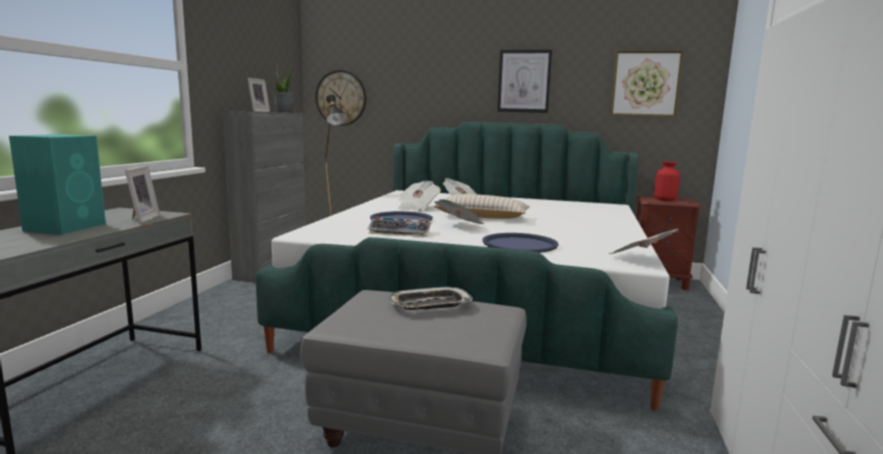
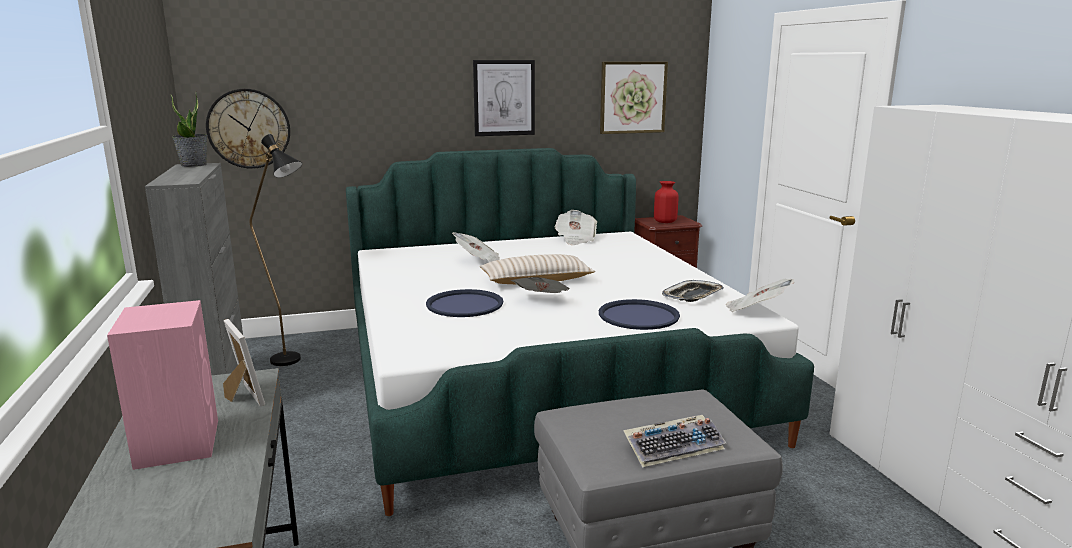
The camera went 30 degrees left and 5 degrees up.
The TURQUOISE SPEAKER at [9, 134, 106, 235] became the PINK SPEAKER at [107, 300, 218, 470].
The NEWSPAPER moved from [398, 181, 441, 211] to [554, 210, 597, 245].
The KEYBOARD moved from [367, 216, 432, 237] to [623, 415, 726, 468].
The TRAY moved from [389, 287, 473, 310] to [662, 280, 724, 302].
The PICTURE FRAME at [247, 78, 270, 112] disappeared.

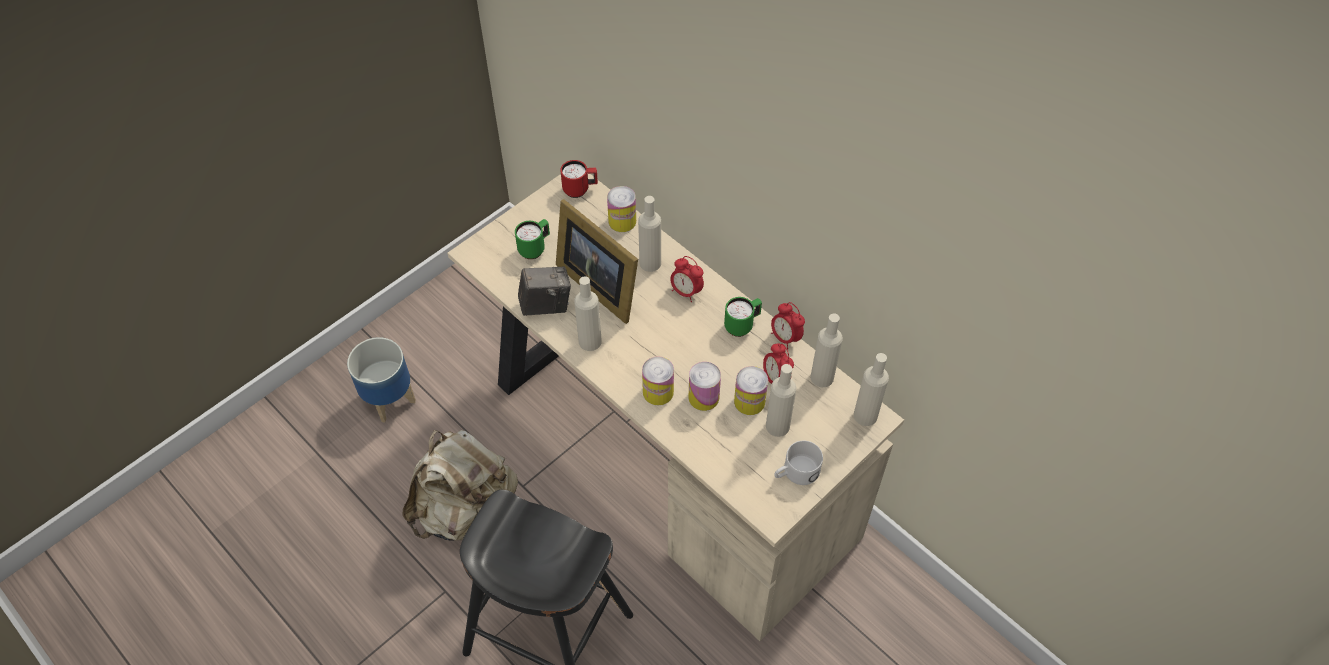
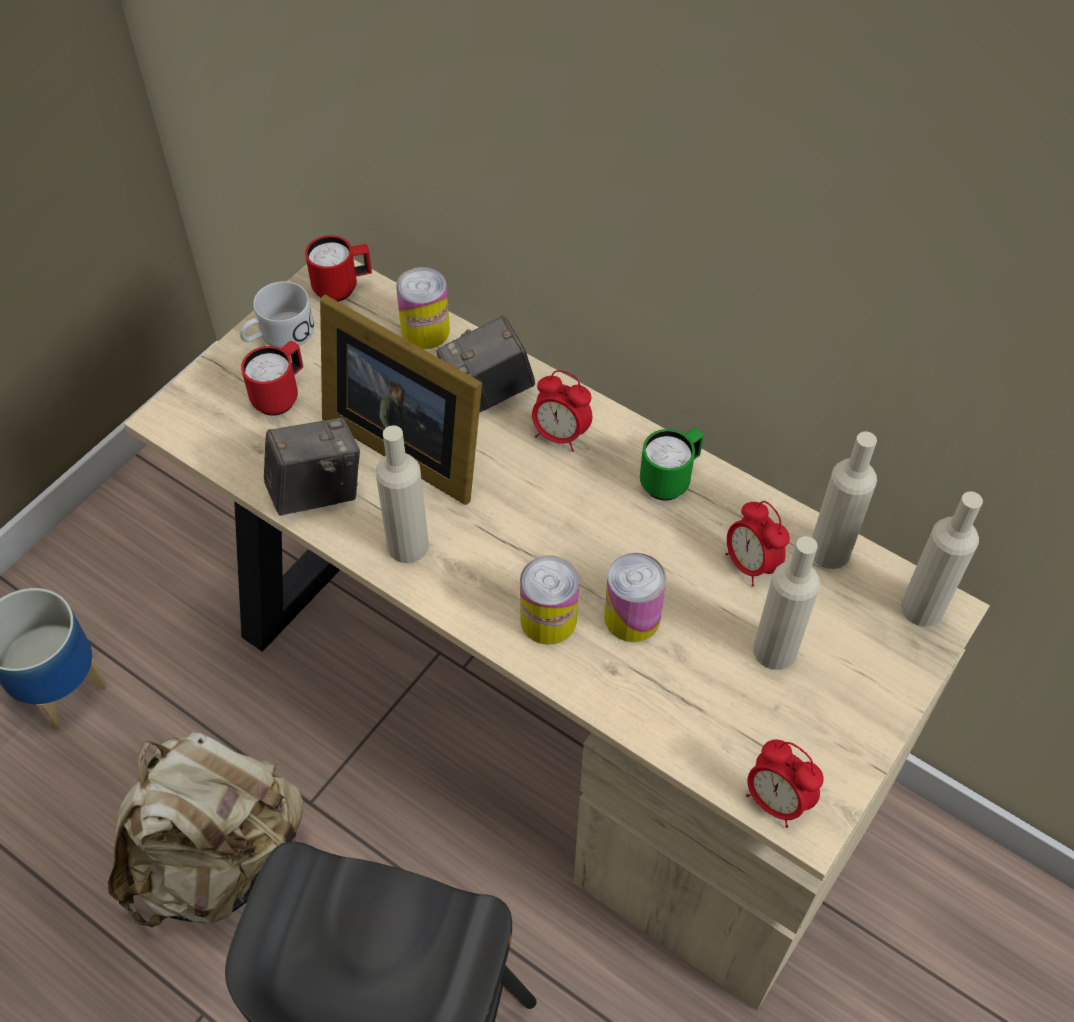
The camera went 10 degrees left and 0 degrees up.
The WHITE MUG moved from [774, 441, 823, 485] to [240, 281, 314, 348].
The GREEN MUG at [515, 219, 550, 259] became the RED MUG at [241, 341, 303, 416].
The BEIGE BOTTLE at [638, 196, 661, 272] was replaced by the PHOTO CAMERA at [436, 316, 535, 413].
The ALARM CLOCK moved from [771, 302, 805, 349] to [746, 740, 824, 828].
The CAN at [734, 366, 768, 415] disappeared.

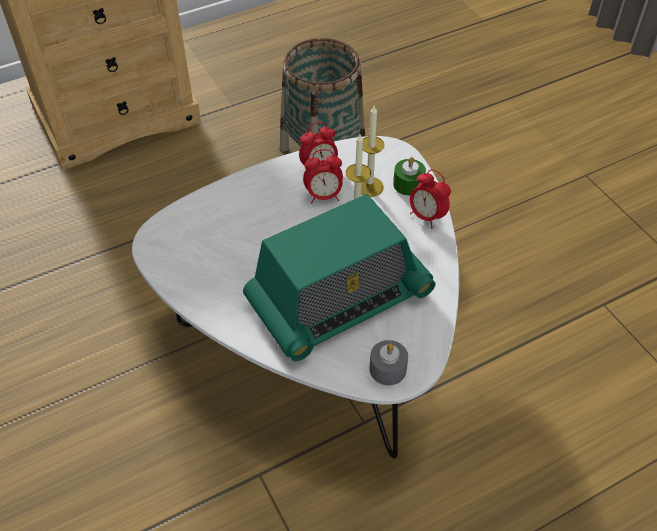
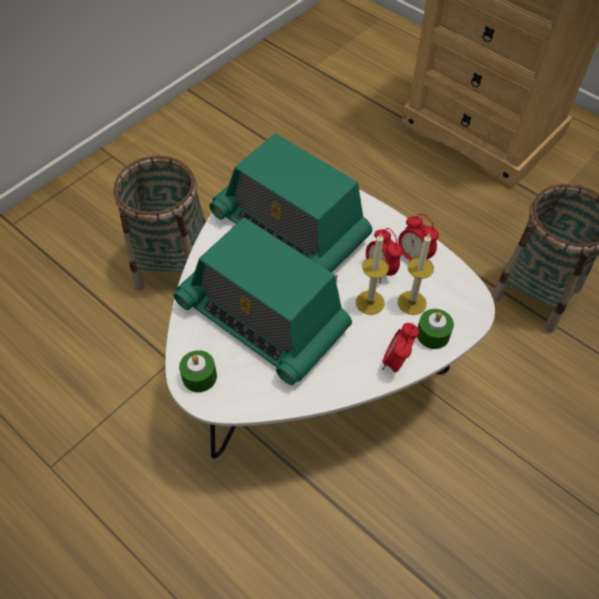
The camera went 70 degrees right and 5 degrees up.
The BASKET at [113, 156, 206, 291] appeared.
The GREY CANDLE at [369, 340, 408, 385] became the GREEN CANDLE at [179, 350, 217, 392].
The RADIO at [209, 133, 372, 273] appeared.

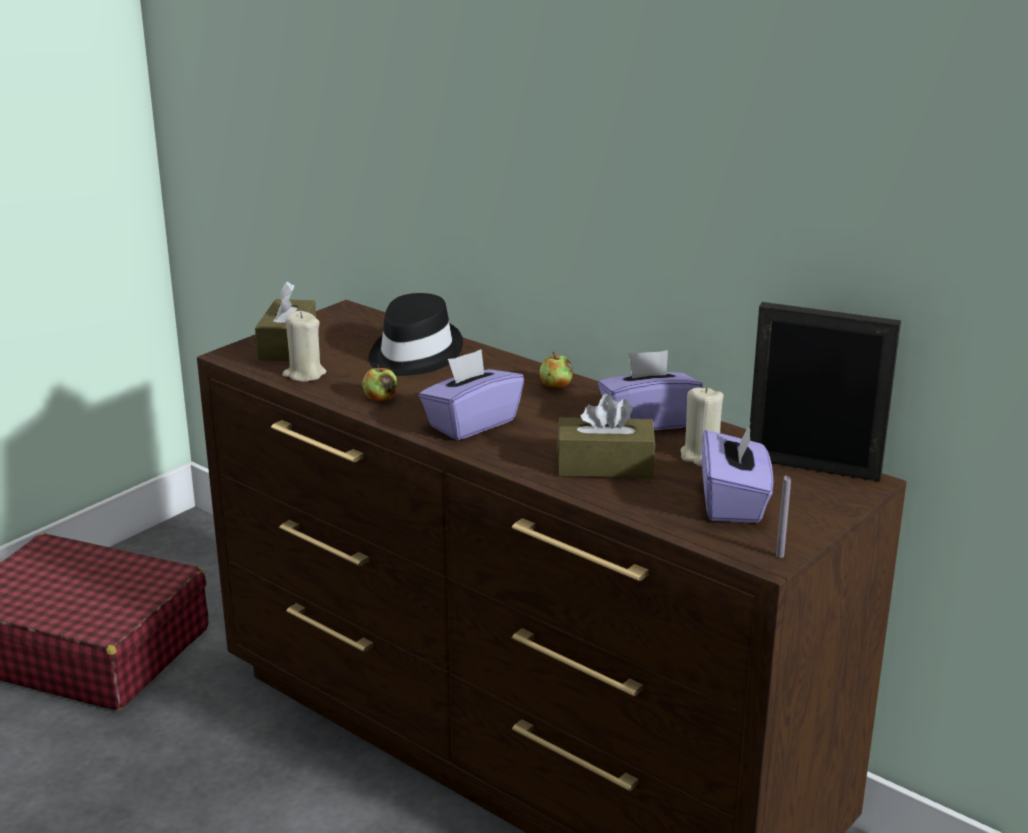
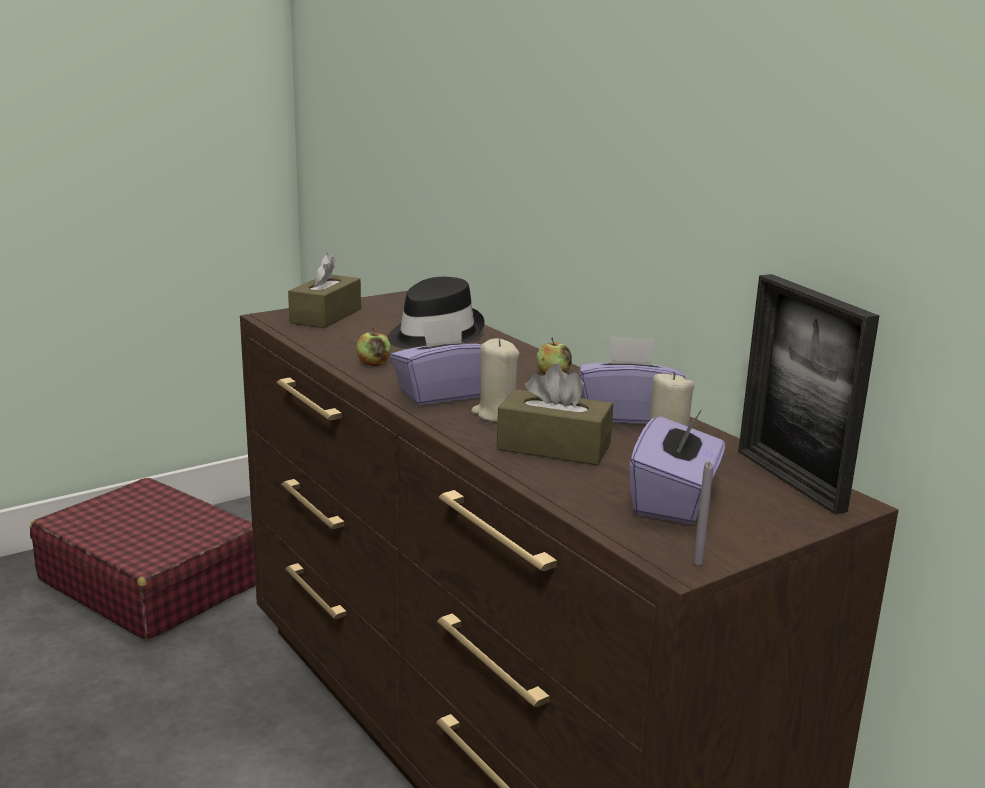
The camera went 15 degrees right and 5 degrees down.
The BEIGE CANDLE moved from [282, 311, 326, 382] to [471, 338, 520, 422].
The PICTURE FRAME at [750, 302, 901, 482] turned 150 degrees counterclockwise.

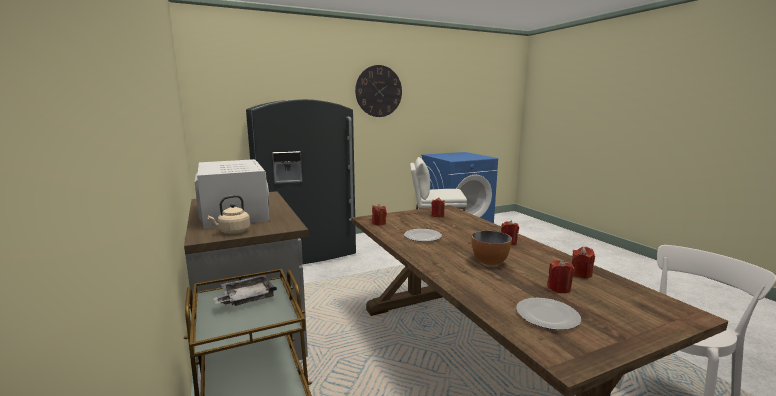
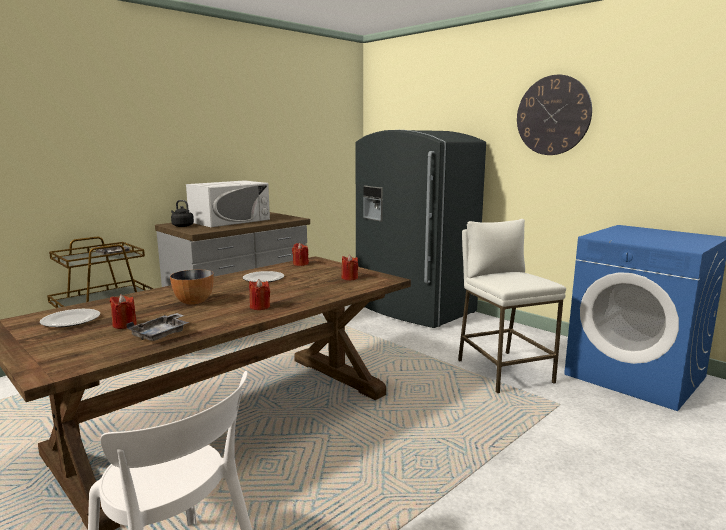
The camera went 70 degrees right and 0 degrees up.
The RED CANDLE at [572, 247, 595, 279] was replaced by the GREY TRAY at [127, 313, 189, 341].
The BEIGE KETTLE at [207, 195, 250, 234] became the BLACK KETTLE at [171, 200, 194, 227].

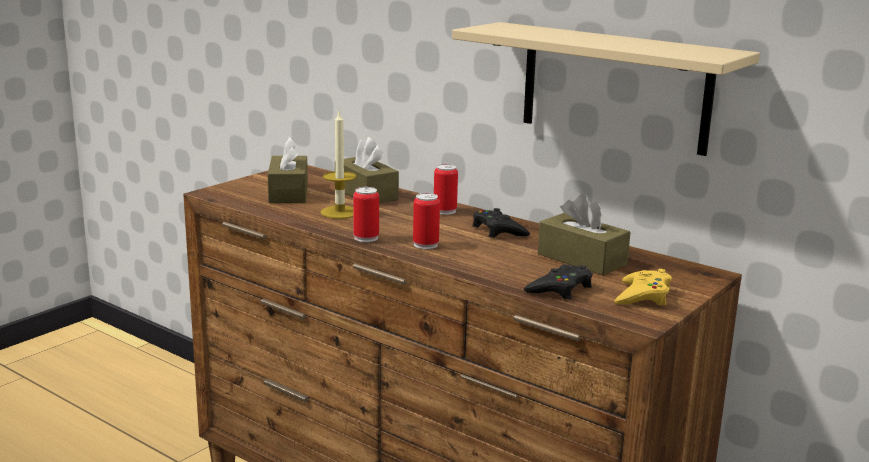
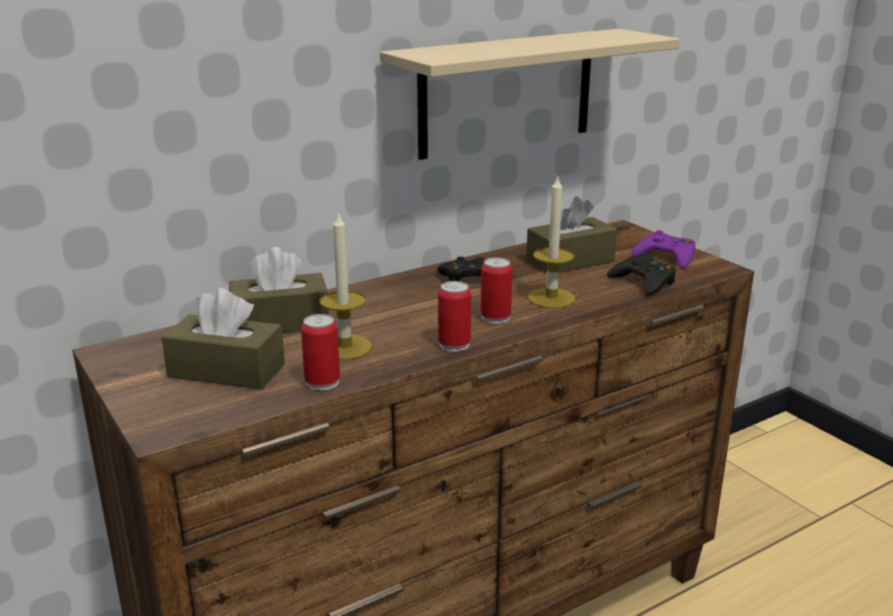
The camera went 70 degrees left and 5 degrees up.
The CAN moved from [434, 164, 458, 215] to [301, 314, 340, 391].
The CANDLE at [528, 174, 575, 308] appeared.
The YELLOW GAME CONTROLLER at [614, 269, 672, 306] became the PURPLE GAME CONTROLLER at [631, 230, 695, 269].

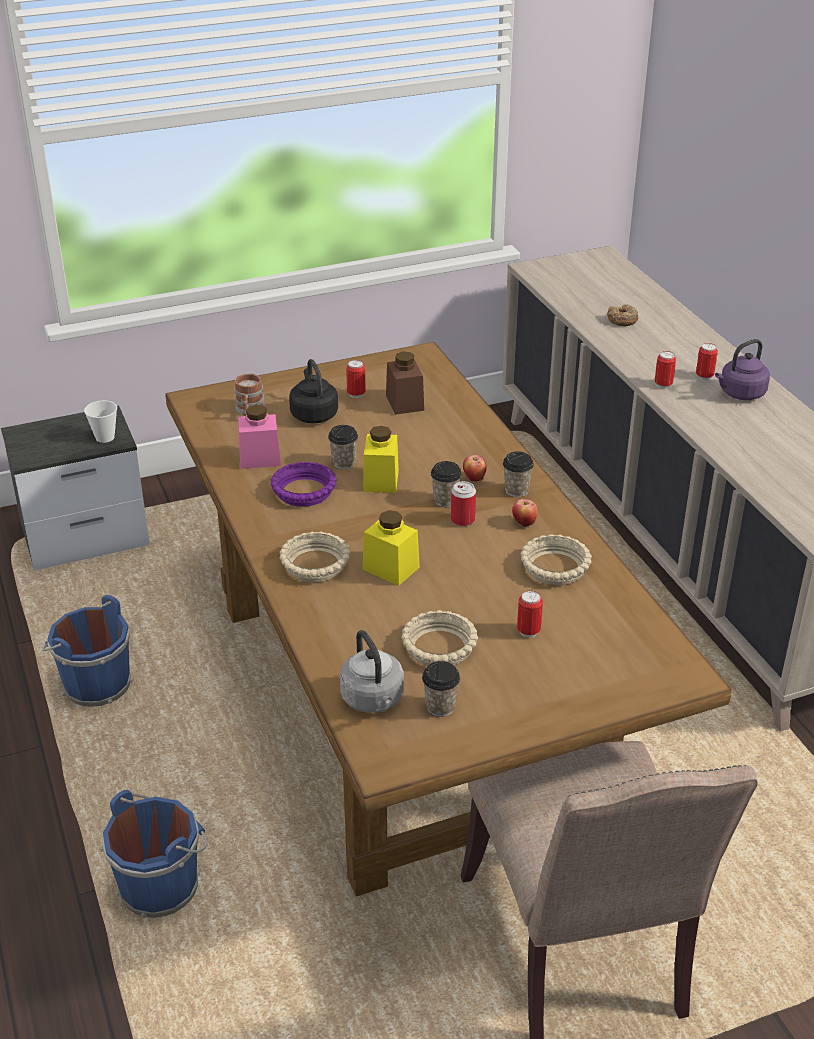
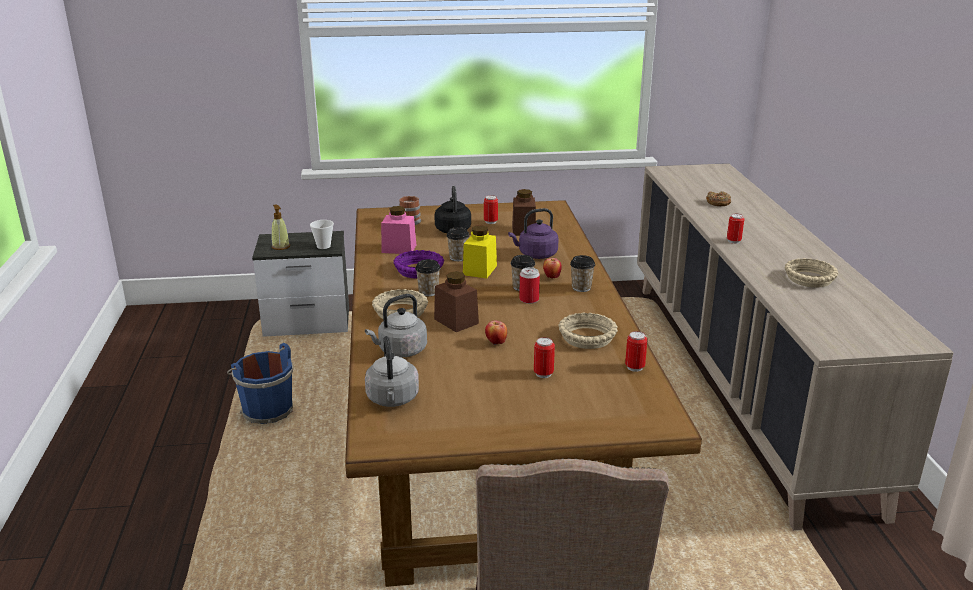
The camera went 15 degrees right and 10 degrees down.
The SOAP DISPENSER at [271, 204, 290, 250] appeared.
The GREY KETTLE at [365, 294, 427, 357] appeared.
The CUP moved from [422, 661, 460, 717] to [415, 259, 441, 296].
The YELLOW JAR at [362, 510, 420, 586] became the BROWN JAR at [434, 271, 479, 332].
The APPLE moved from [512, 499, 538, 527] to [485, 320, 507, 346].
The PURPLE KETTLE moved from [715, 339, 770, 400] to [508, 208, 559, 259].
The CAN moved from [696, 343, 718, 380] to [625, 331, 648, 372].
The BEIGE BOWL moved from [401, 610, 478, 666] to [785, 258, 839, 288].
The BLUE BUCKET at [100, 790, 208, 918] disappeared.

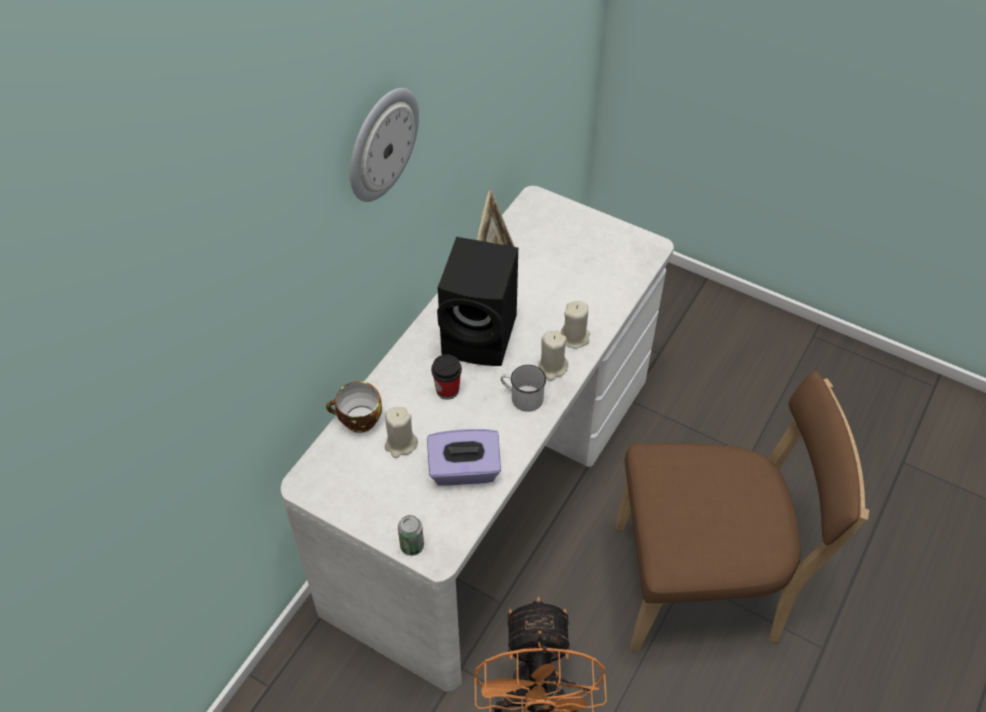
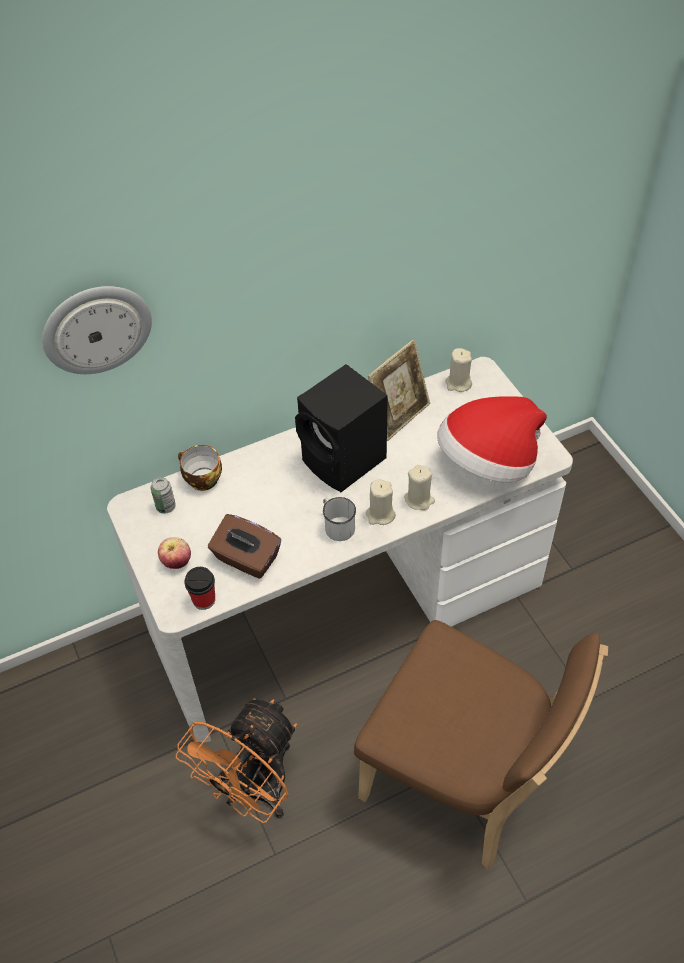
The camera went 35 degrees right and 0 degrees up.
The WALL CLOCK moved from [350, 88, 419, 202] to [42, 286, 152, 374].
The CAN moved from [398, 515, 424, 556] to [151, 477, 176, 514].
The APPLE at [158, 537, 191, 569] appeared.
The CUP moved from [431, 354, 462, 400] to [184, 567, 215, 610].
The PURPLE TISSUE BOX at [427, 429, 501, 486] became the BROWN TISSUE BOX at [208, 514, 281, 579].
The HAT at [437, 396, 547, 483] appeared.
The BEIGE CANDLE moved from [385, 407, 418, 458] to [445, 348, 472, 392].

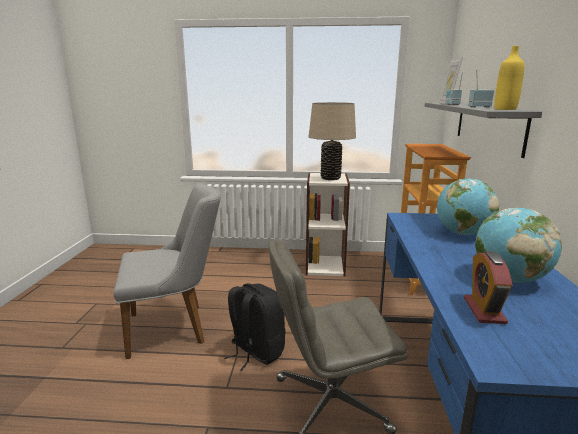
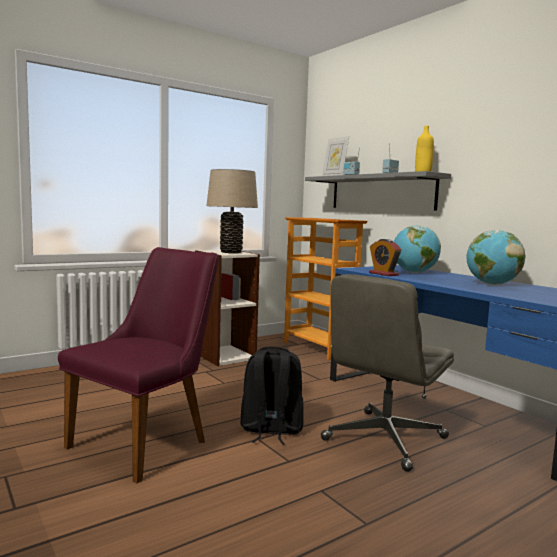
The camera went 40 degrees left and 10 degrees down.
The GREY CHAIR at [114, 184, 221, 359] became the PURPLE CHAIR at [58, 247, 219, 484].
The ALARM CLOCK moved from [464, 251, 513, 324] to [369, 239, 401, 276].

